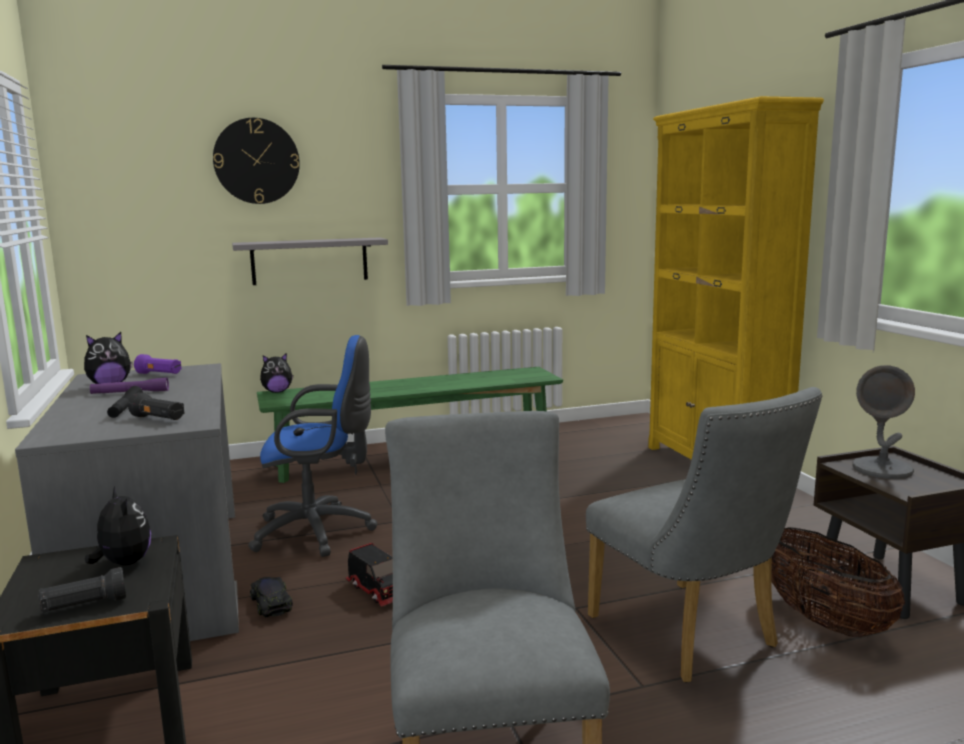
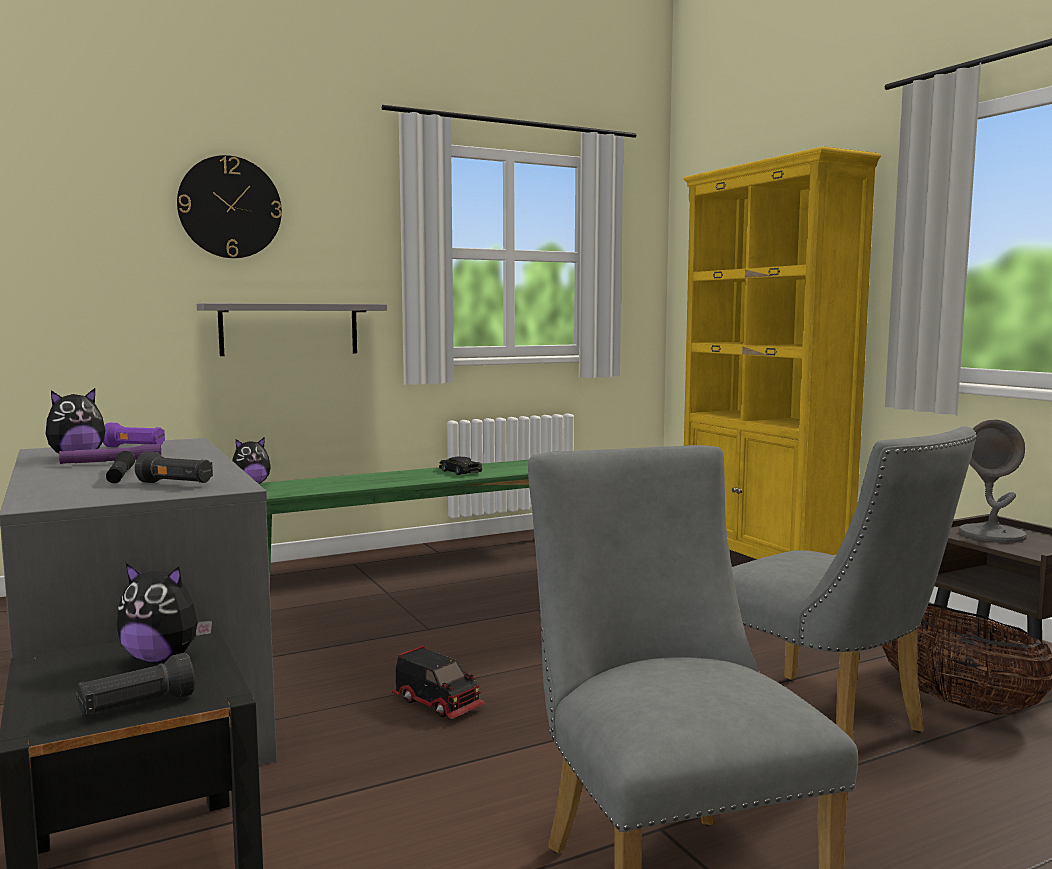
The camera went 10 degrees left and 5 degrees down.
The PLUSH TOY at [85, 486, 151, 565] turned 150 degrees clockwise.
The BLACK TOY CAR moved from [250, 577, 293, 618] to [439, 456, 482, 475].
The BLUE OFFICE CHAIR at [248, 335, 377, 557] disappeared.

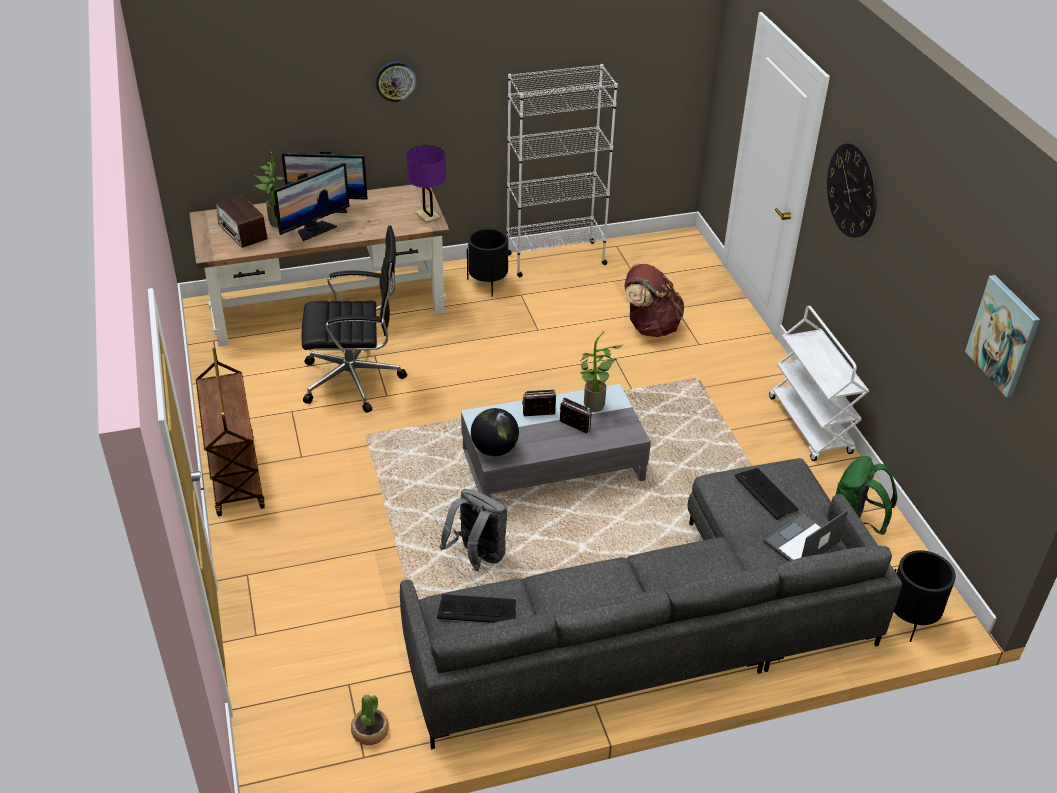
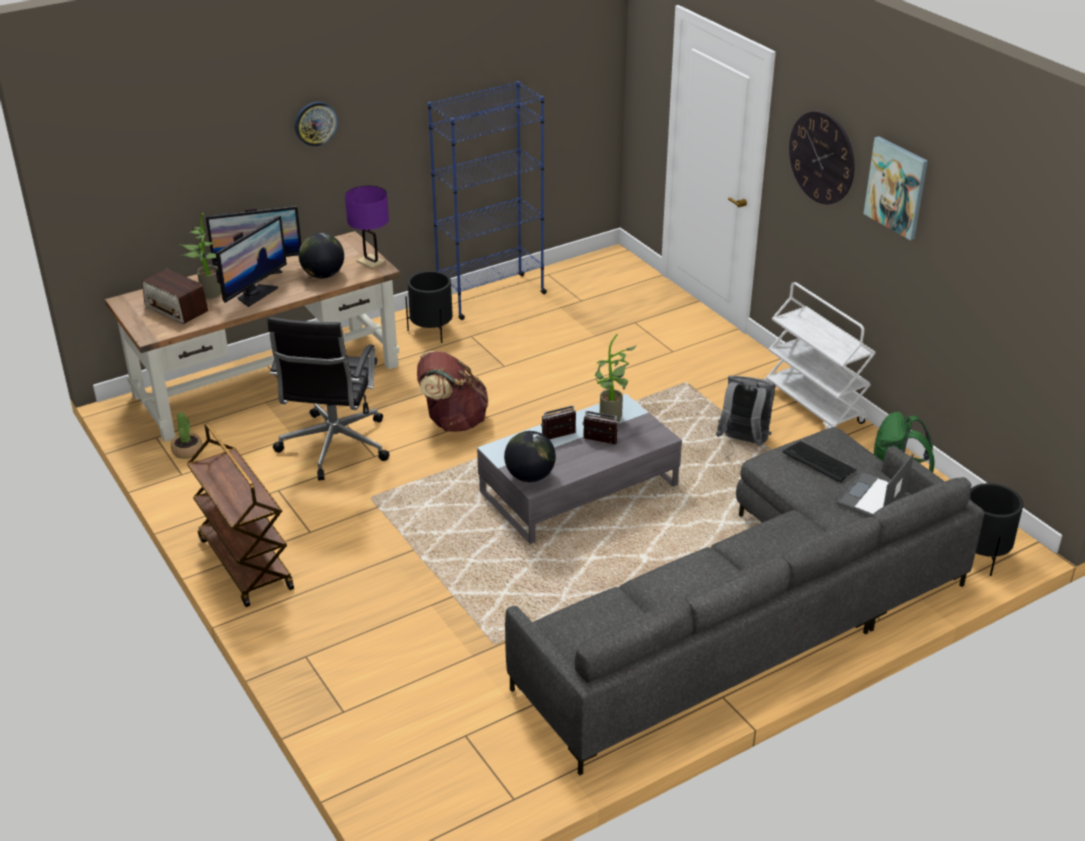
The camera went 15 degrees left and 5 degrees down.
The POTTED PLANT moved from [351, 695, 389, 745] to [171, 412, 203, 459].
The BLACK OFFICE CHAIR at [302, 226, 407, 413] turned 120 degrees clockwise.
The GLOBE at [299, 233, 344, 278] appeared.
The BROWN BACKPACK moved from [624, 263, 684, 337] to [417, 351, 488, 432].
The WHITE BOOKCASE at [506, 64, 618, 277] became the BLUE BOOKCASE at [428, 81, 547, 320].
The GREY BACKPACK moved from [440, 489, 507, 571] to [716, 376, 776, 446].
The PICTURE moved from [965, 275, 1040, 397] to [863, 136, 928, 240].
The KEYBOARD at [437, 594, 516, 623] disappeared.

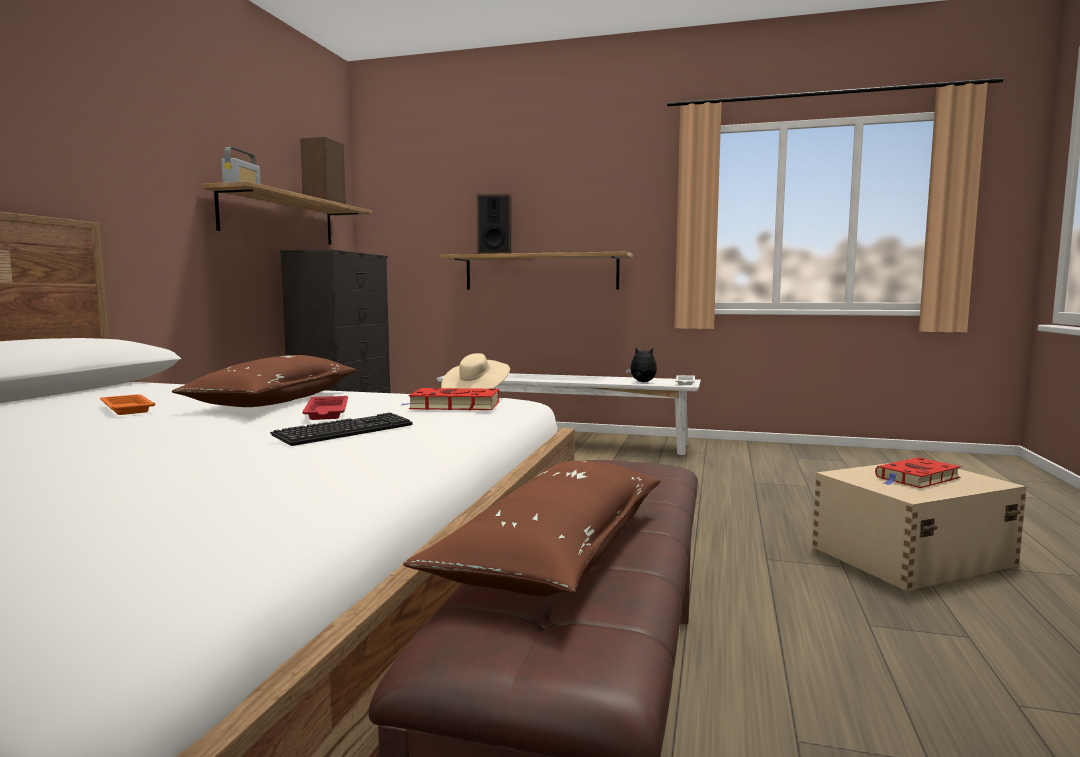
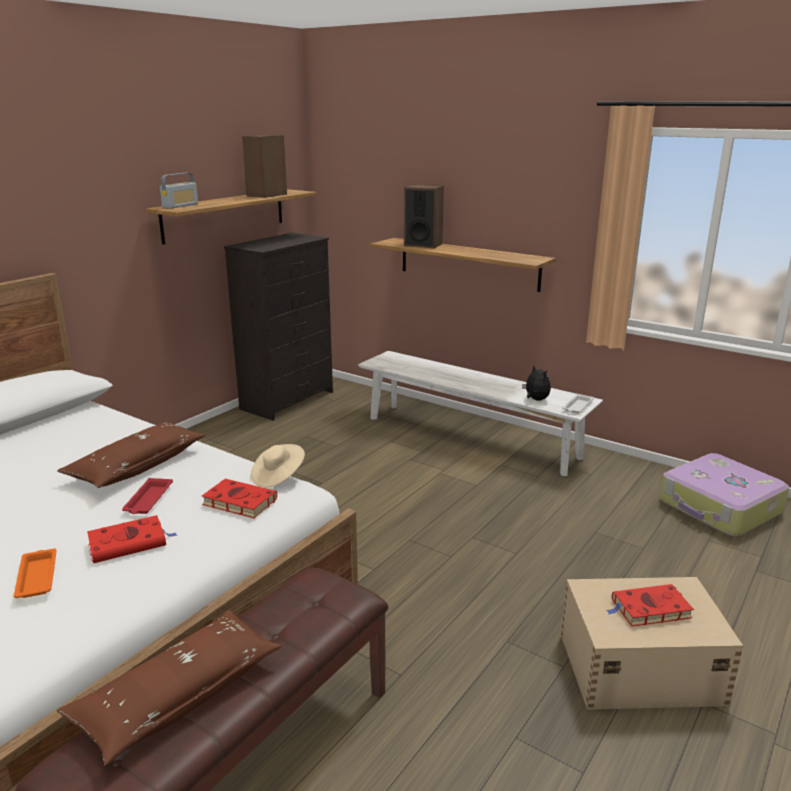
The camera went 20 degrees right and 15 degrees up.
The ORANGE TRAY moved from [100, 394, 155, 415] to [14, 549, 57, 598].
The KEYBOARD at [270, 412, 412, 446] was replaced by the RED BOOK at [87, 515, 177, 563].
The SUITCASE at [660, 453, 789, 537] appeared.

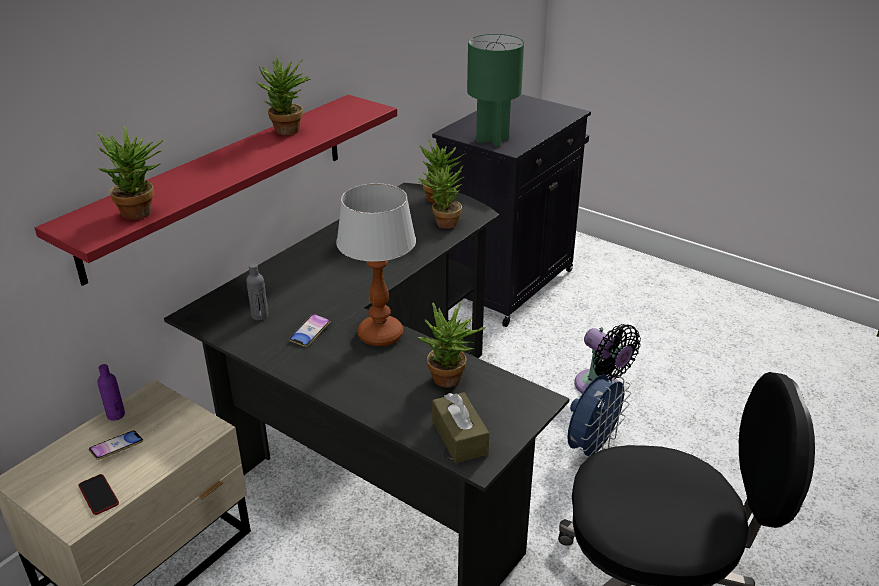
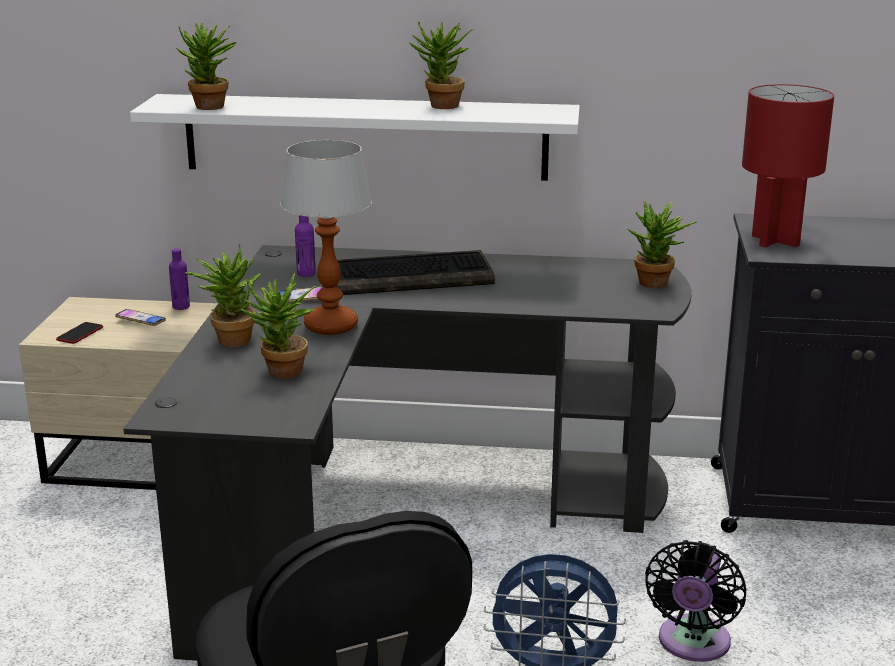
The camera went 60 degrees right and 10 degrees down.
The RED SHELF at [35, 95, 397, 286] became the WHITE SHELF at [130, 94, 580, 181].
The POTTED PLANT moved from [418, 161, 464, 229] to [186, 243, 261, 347].
The GREY BOTTLE at [246, 263, 269, 320] became the PURPLE BOTTLE at [295, 215, 316, 277].
The KEYBOARD at [336, 250, 495, 295] appeared.
The GREEN TABLE LAMP at [467, 34, 524, 147] became the RED TABLE LAMP at [742, 84, 834, 247].
The BROWN TISSUE BOX at [432, 392, 489, 463] disappeared.

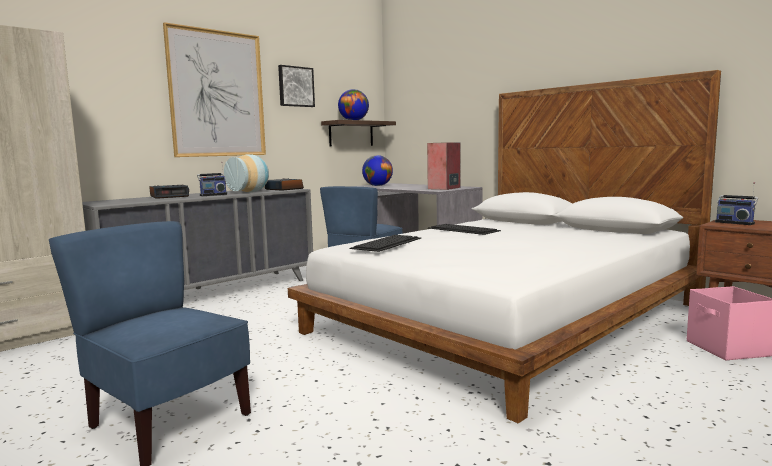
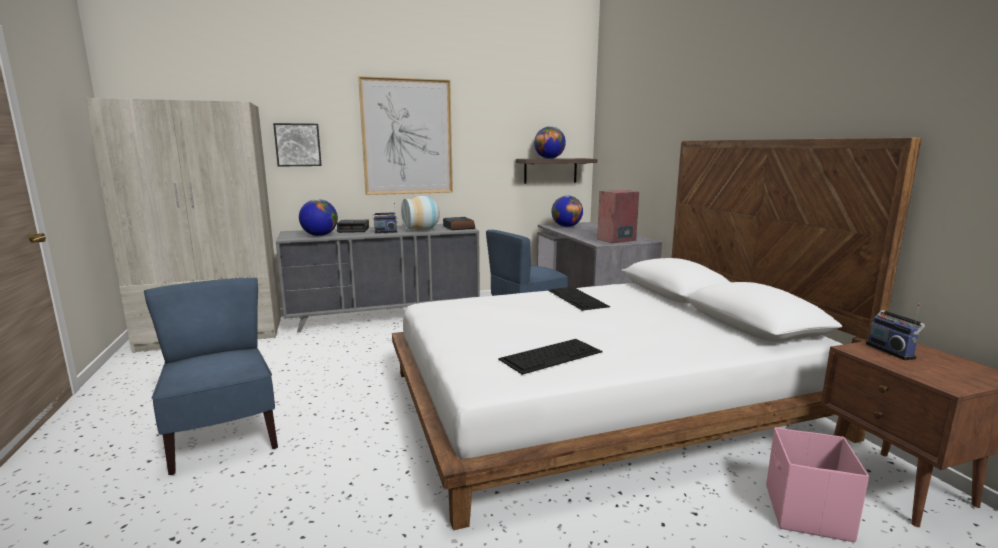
The camera went 25 degrees right and 5 degrees up.
The PICTURE moved from [278, 65, 315, 107] to [273, 123, 322, 167].
The GLOBE at [299, 199, 338, 236] appeared.
The KEYBOARD moved from [350, 235, 421, 252] to [498, 339, 603, 375].

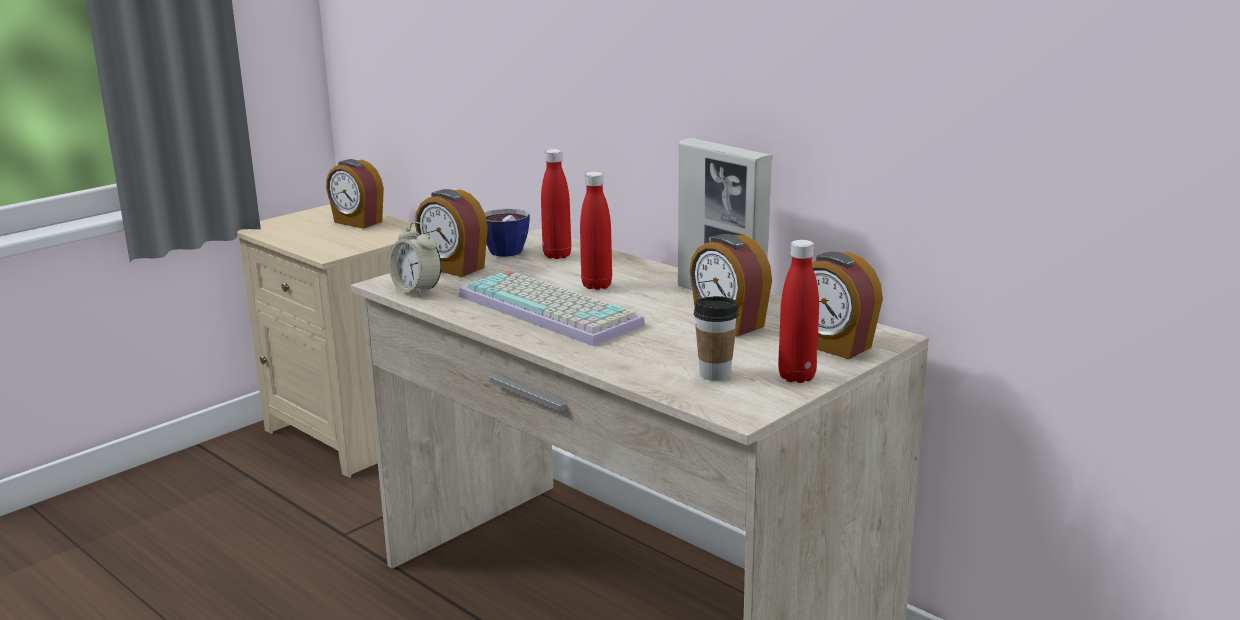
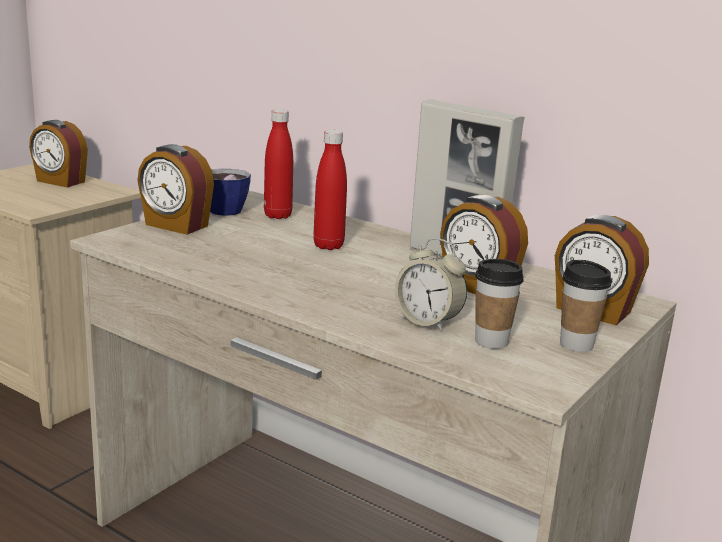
The camera went 10 degrees left and 0 degrees up.
The ALARM CLOCK moved from [389, 222, 441, 297] to [395, 238, 467, 332].
The RED BOTTLE at [778, 240, 819, 383] was replaced by the CUP at [560, 260, 612, 352].
The KEYBOARD at [459, 270, 645, 346] disappeared.

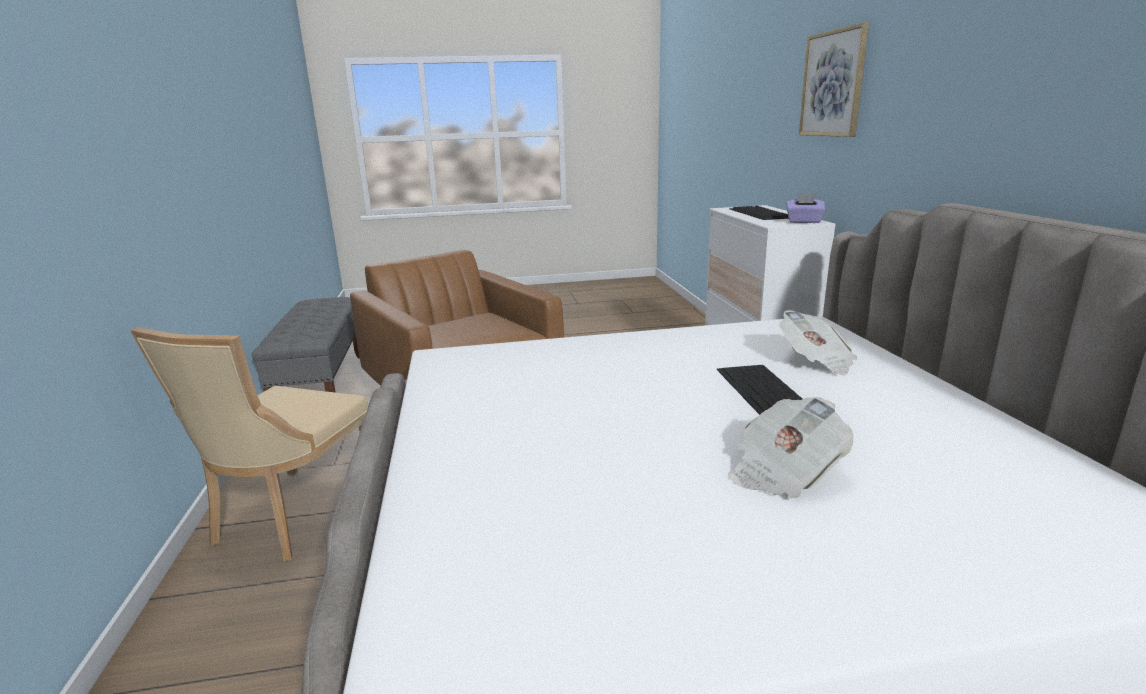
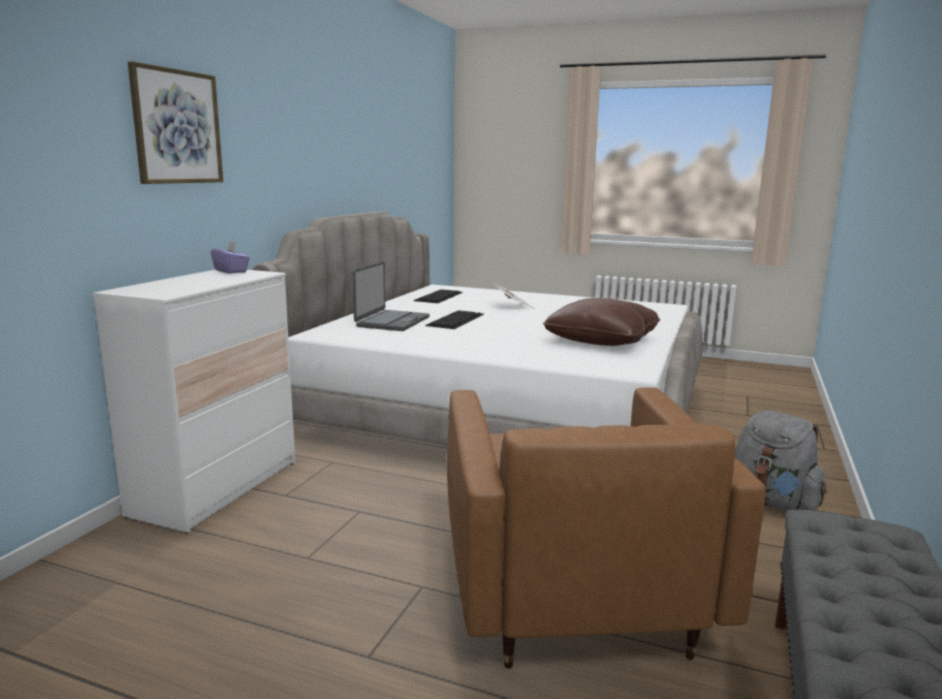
The camera went 150 degrees left and 5 degrees down.
The NEWSPAPER at [779, 310, 857, 376] was replaced by the LAPTOP at [352, 262, 429, 331].
The KEYBOARD moved from [729, 206, 788, 220] to [413, 289, 463, 303].
The BROWN PILLOW at [543, 298, 660, 346] appeared.
The BEIGE CHAIR at [131, 327, 368, 561] was replaced by the GREY BACKPACK at [735, 410, 828, 511].

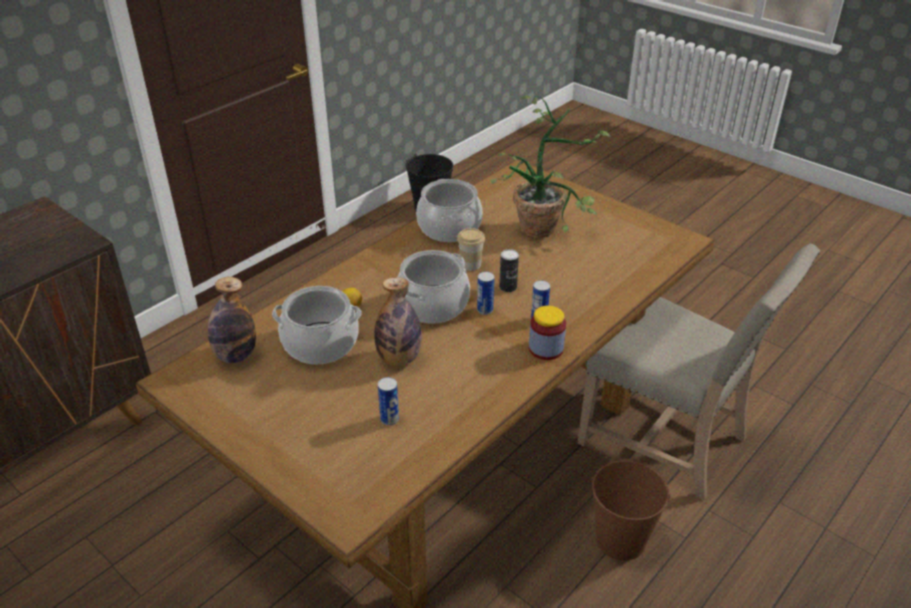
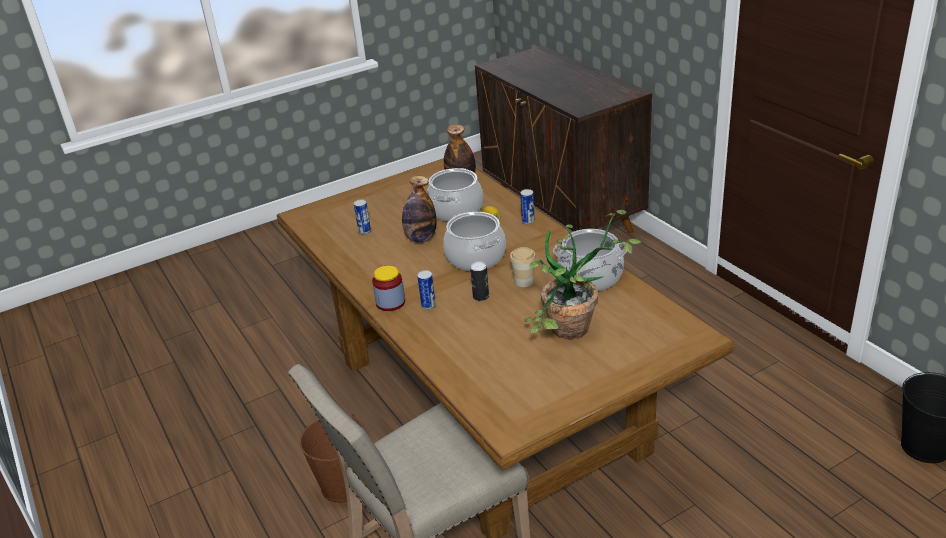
The camera went 110 degrees right and 5 degrees down.
The CAN moved from [477, 271, 494, 315] to [520, 189, 535, 224].

